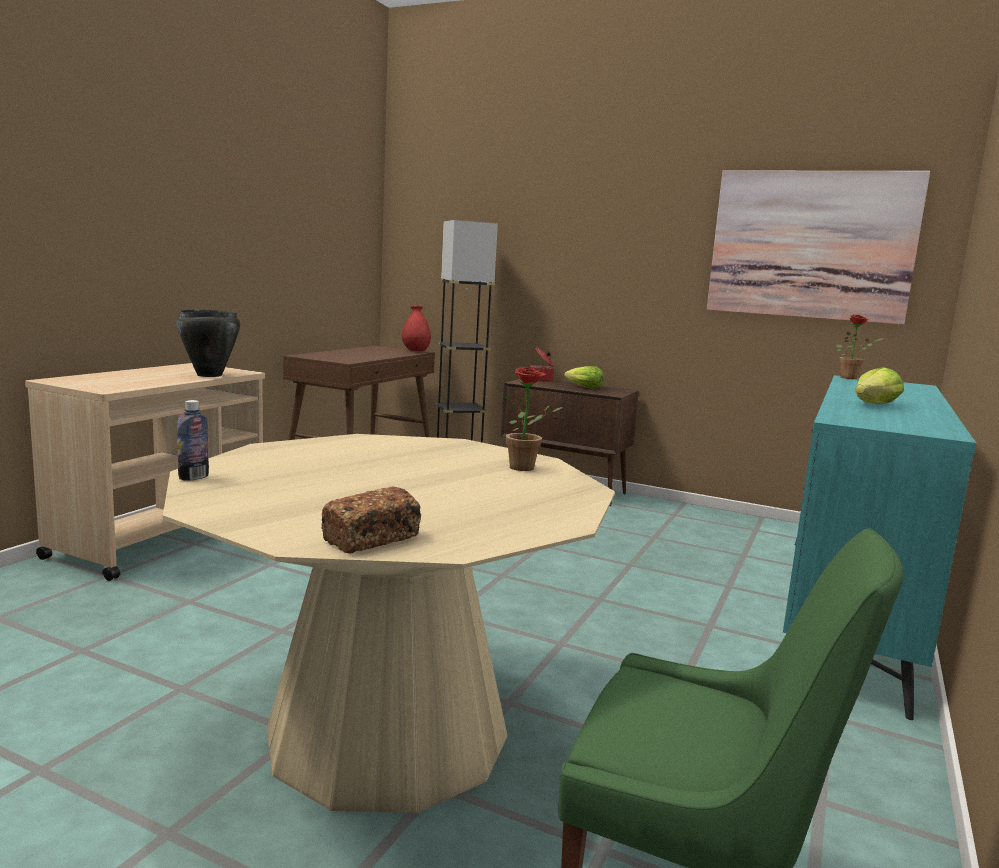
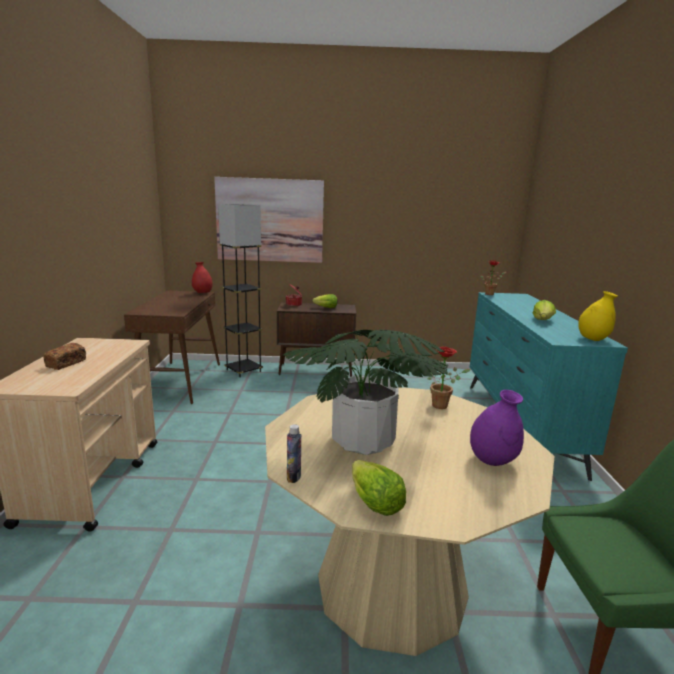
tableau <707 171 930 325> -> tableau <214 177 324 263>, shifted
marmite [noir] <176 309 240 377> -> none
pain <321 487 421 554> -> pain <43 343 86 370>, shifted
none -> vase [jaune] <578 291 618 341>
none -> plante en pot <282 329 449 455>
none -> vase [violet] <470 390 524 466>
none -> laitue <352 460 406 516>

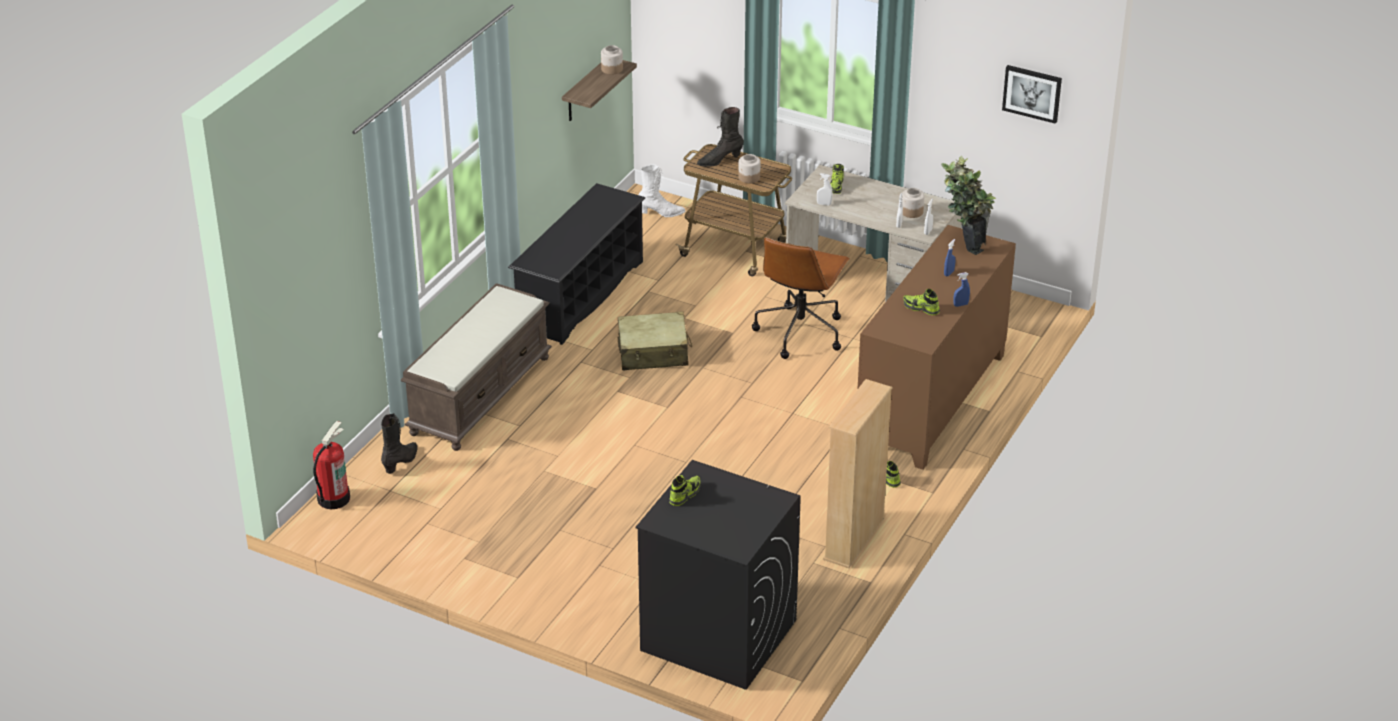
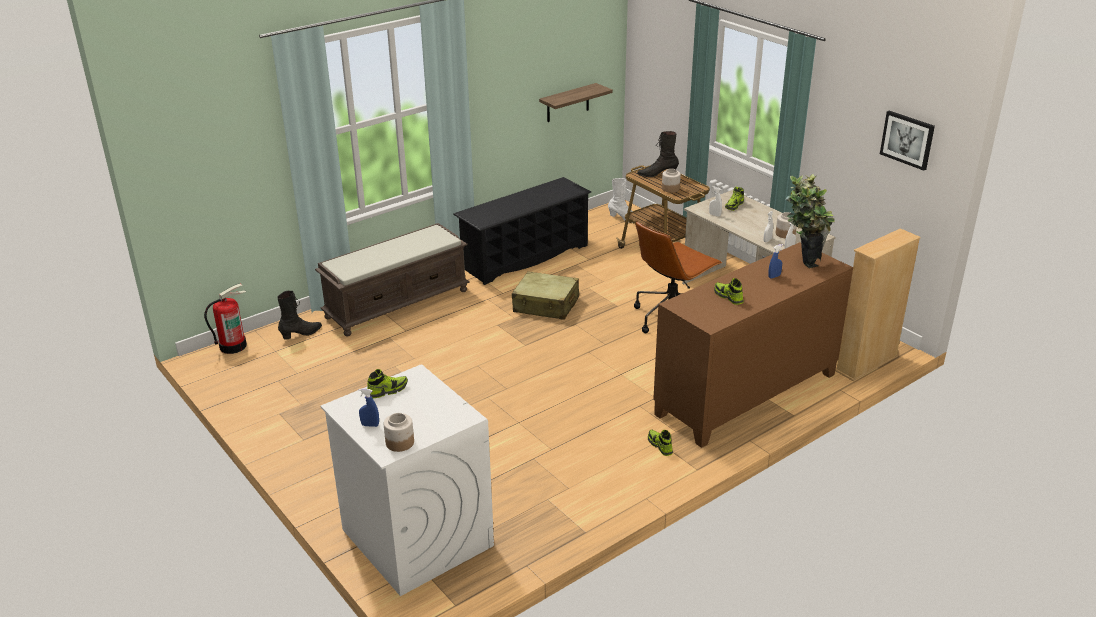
bocal <601 45 623 75> -> bocal <384 413 414 452>, shifted
vaporisateur [bleu] <954 272 970 307> -> vaporisateur [bleu] <359 388 379 427>, shifted
bibliothèque [beige] <823 379 892 568> -> bibliothèque [beige] <835 228 921 381>, shifted
lave-linge [noir] <636 460 801 690> -> lave-linge [blanc] <320 364 494 596>

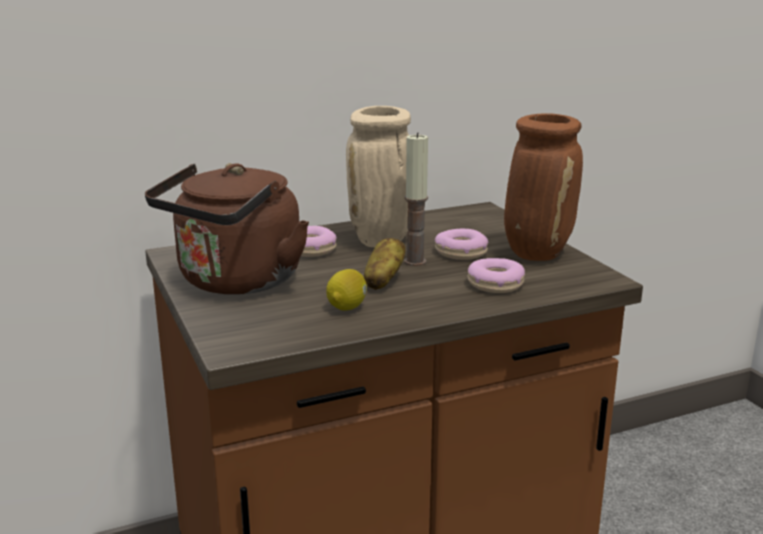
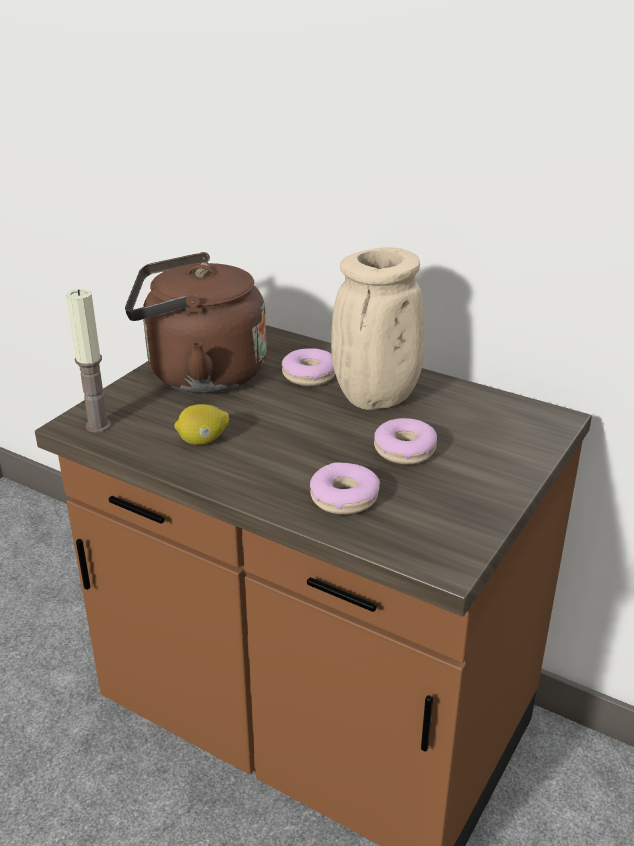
vase [marron] <504 113 583 261> -> none
bougie <404 133 428 266> -> bougie <66 289 111 433>, shifted
pomme de terre <364 238 405 290> -> none

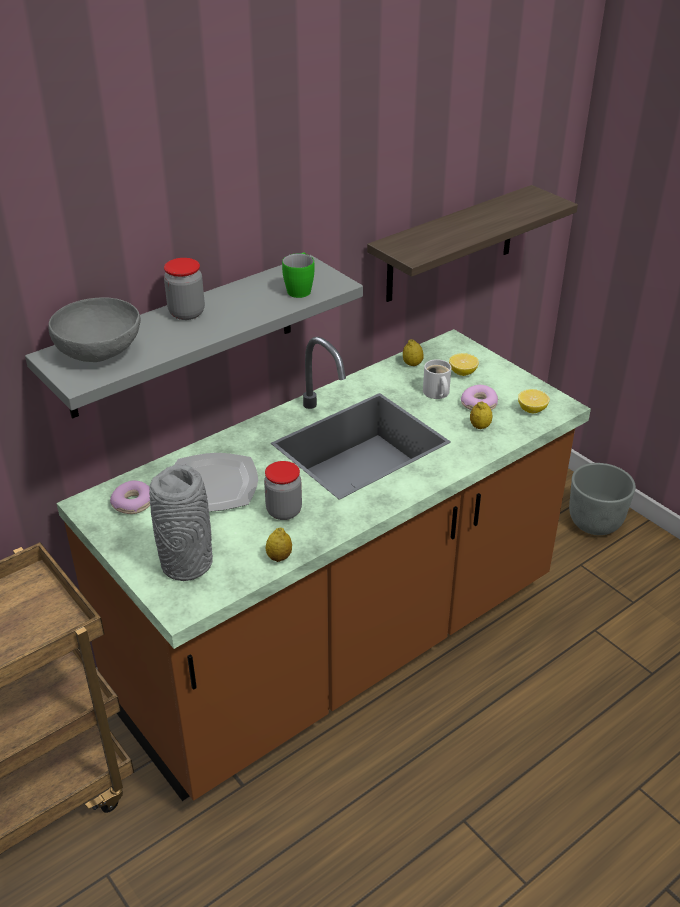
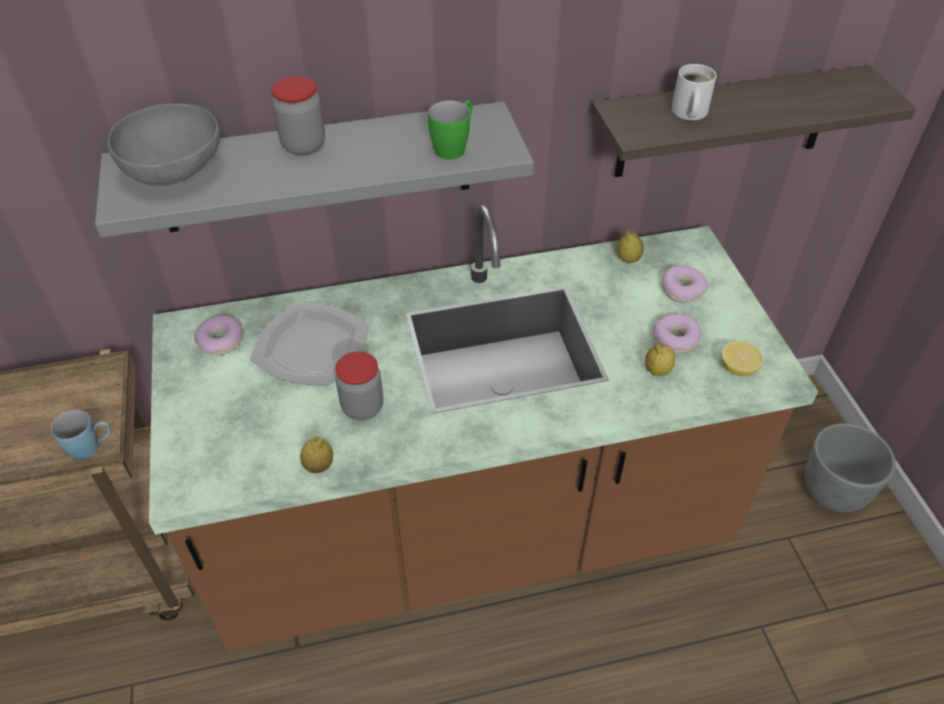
citron <449 353 479 376> -> beignet <662 265 708 302>
mug [blanc] <423 359 451 399> -> mug [blanc] <671 64 717 120>, shifted
vase [gris] <149 465 213 581> -> none
none -> mug [bleu] <51 410 110 460>

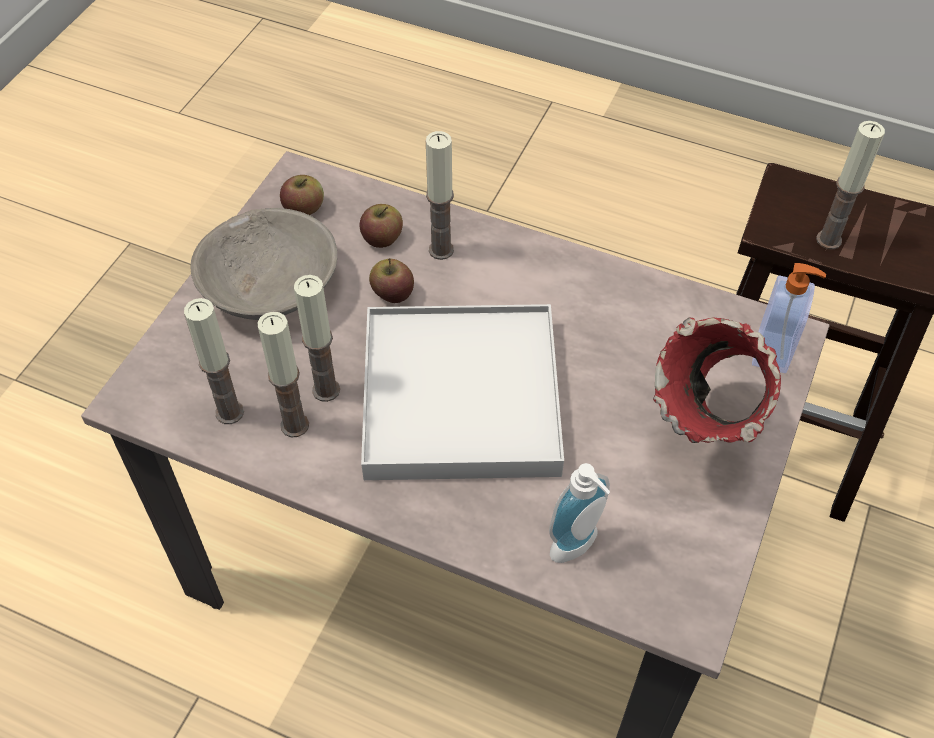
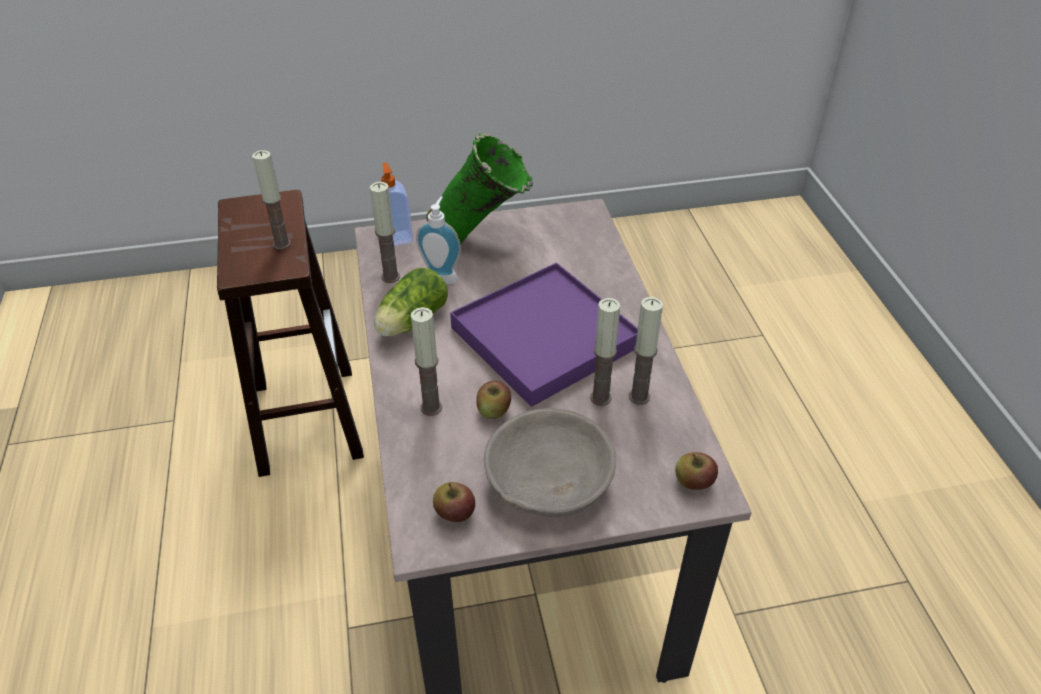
pomme <360 204 403 248> -> pomme <675 452 718 490>, shifted
bougie <184 298 244 424> -> bougie <370 182 400 283>, shifted
plateau [blanc] <361 304 564 480> -> plateau [violet] <450 262 638 407>
vase [rouge] <653 317 781 443> -> vase [vert] <426 133 533 244>
distributeur de savon <549 463 610 563> -> distributeur de savon <416 197 461 284>, shifted
none -> laitue <374 268 448 337>

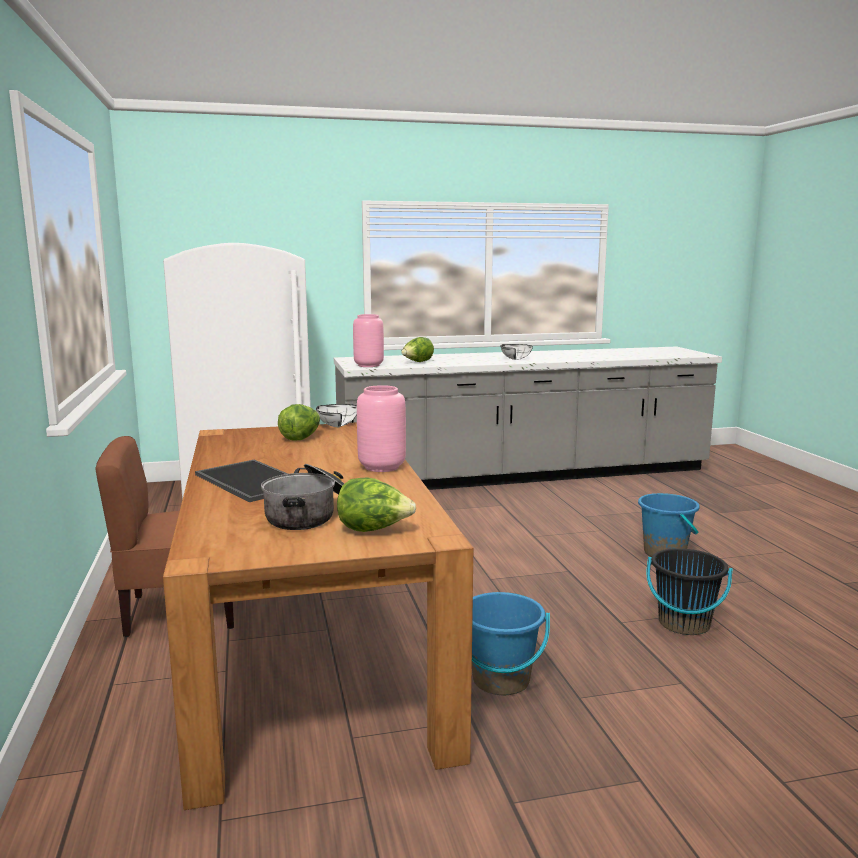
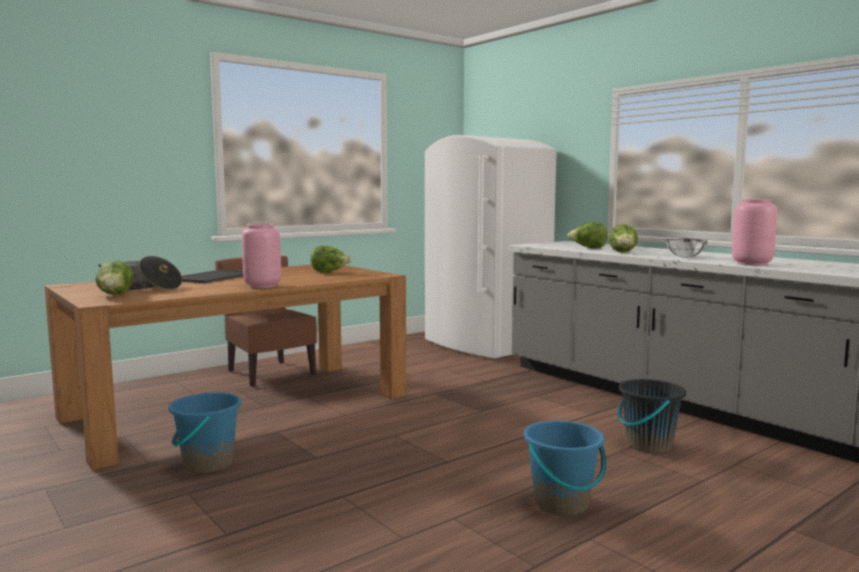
vase [rose] <353 314 384 367> -> vase [rose] <732 199 777 265>, shifted
bol [blanc] <316 404 357 427> -> none
seau [noir] <646 548 732 635> -> seau [noir] <617 379 686 453>, shifted
none -> laitue <609 224 638 252>

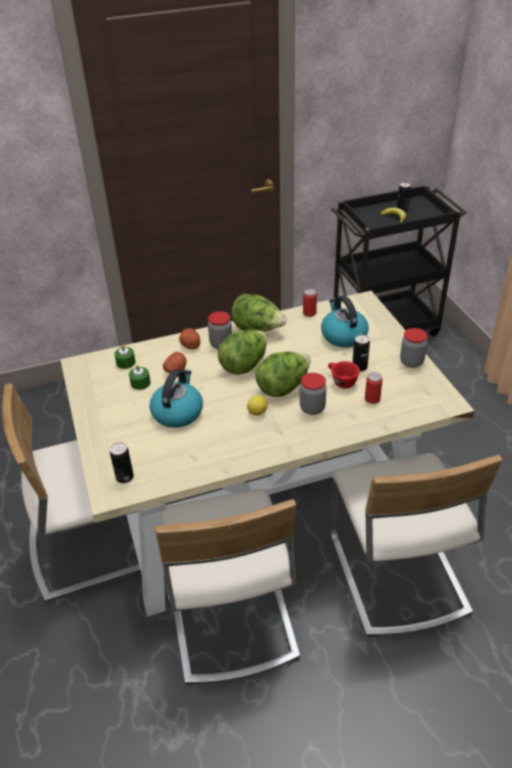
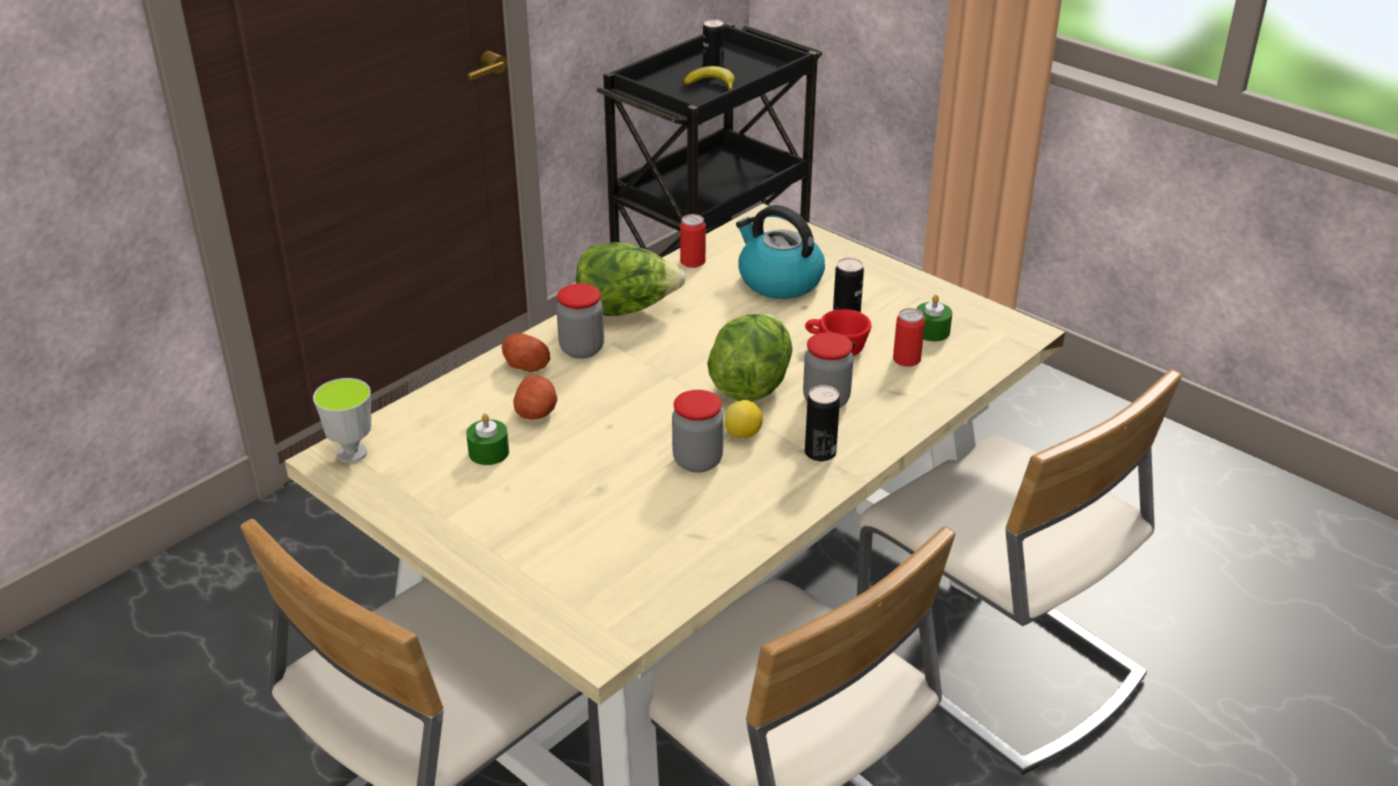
bocal <400 328 428 368> -> bocal <672 390 724 473>, shifted
laitue <218 330 267 375> -> none
bougie [vert] <114 344 136 369> -> bougie [vert] <916 295 952 342>, shifted
bouilloire <150 369 203 428> -> none
boîte métallique <110 442 134 483> -> boîte métallique <805 385 840 461>, shifted
none -> tasse <313 378 371 462>

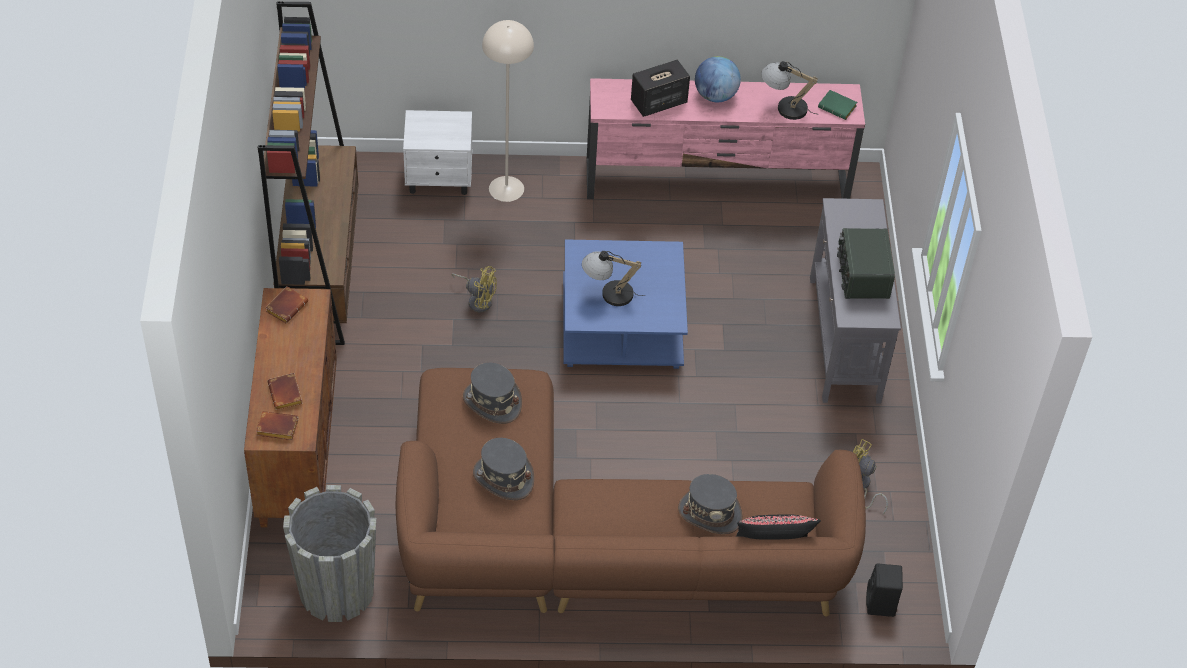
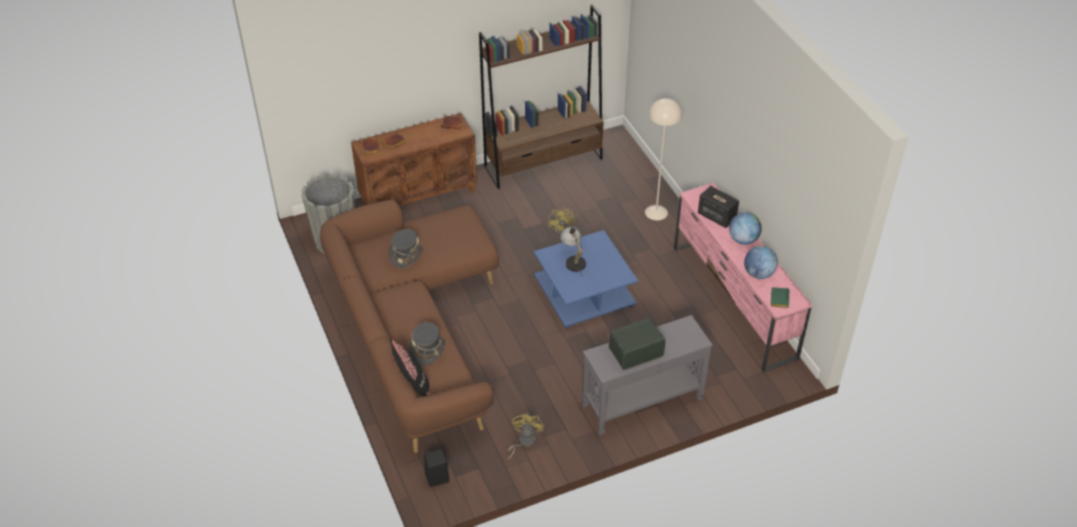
lampe de table <761 61 818 120> -> globe <744 246 778 279>
table de chevet [blanc] <403 110 472 195> -> none
chapeau [gris] <463 363 522 424> -> none

